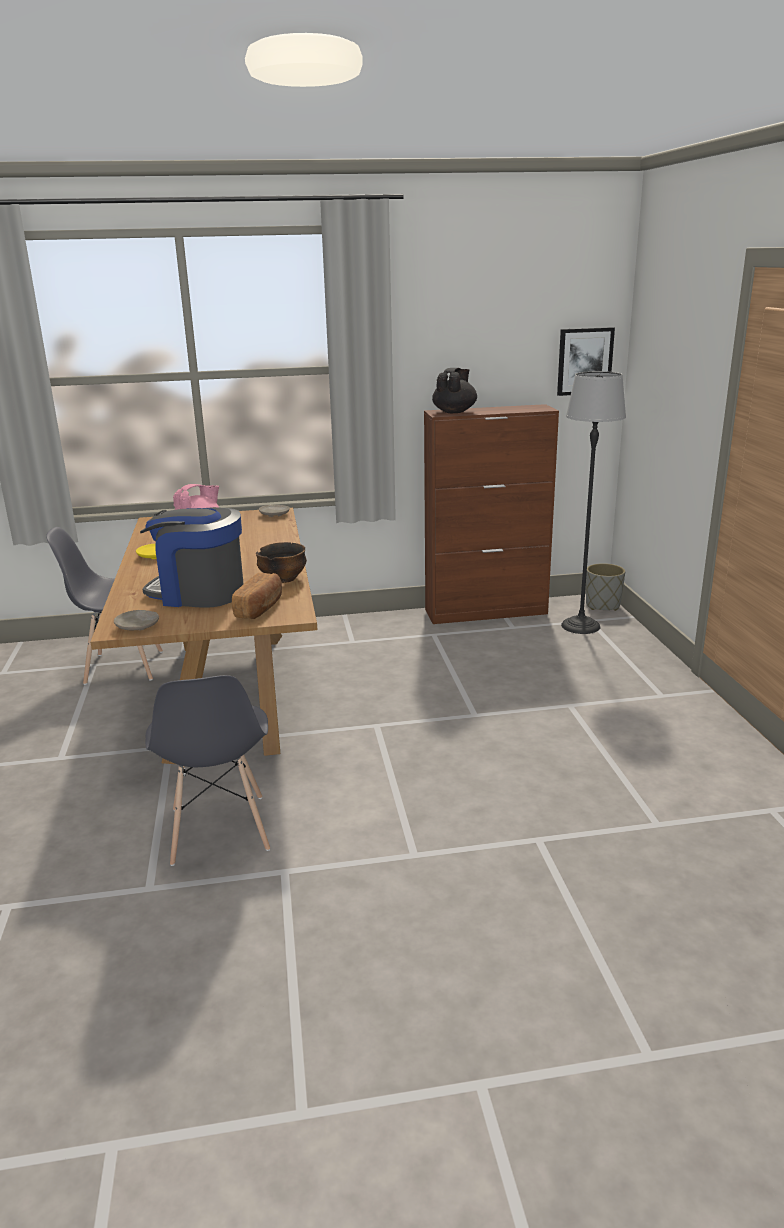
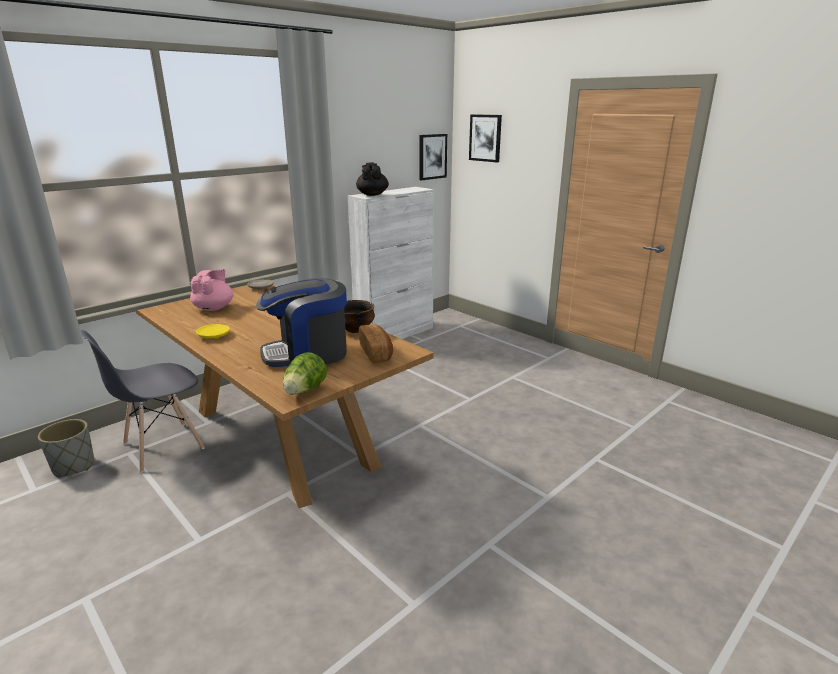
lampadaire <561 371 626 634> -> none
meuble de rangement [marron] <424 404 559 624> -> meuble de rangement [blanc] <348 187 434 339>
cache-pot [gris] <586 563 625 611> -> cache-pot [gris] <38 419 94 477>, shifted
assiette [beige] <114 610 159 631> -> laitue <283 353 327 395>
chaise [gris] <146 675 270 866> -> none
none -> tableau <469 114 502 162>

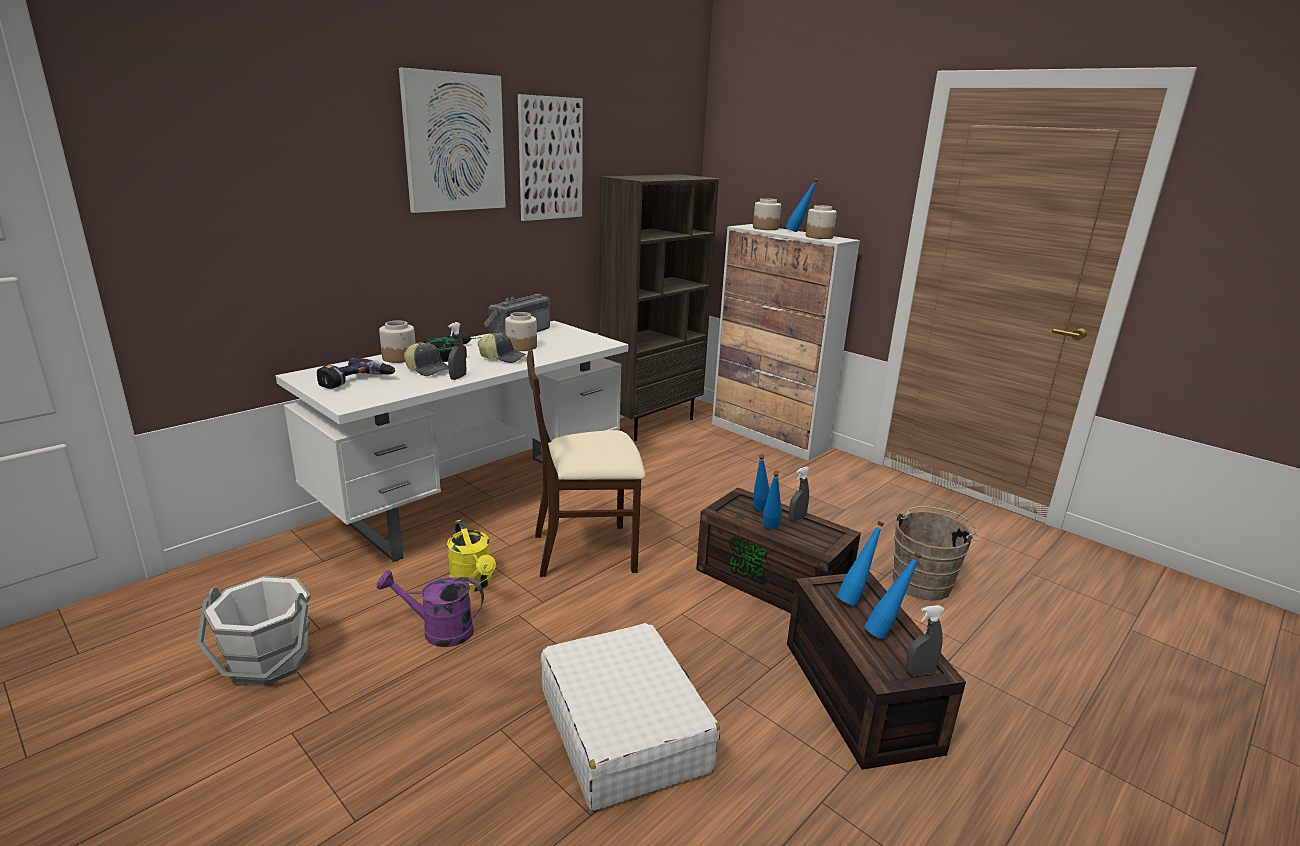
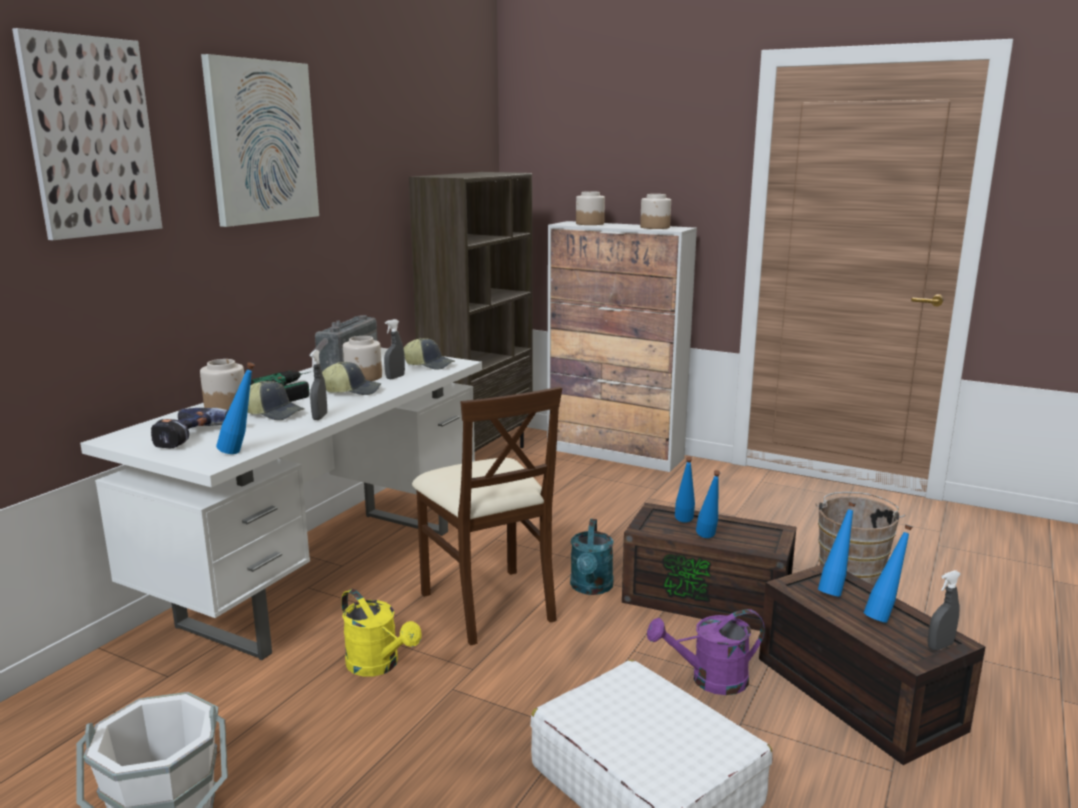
tableau <518 94 583 221> -> tableau <12 28 162 240>, shifted
bouteille [bleu] <786 179 818 232> -> bouteille [bleu] <216 362 255 454>, shifted
chaise [beige] <527 350 645 577> -> chaise [beige] <412 386 562 646>, 90 degrees counterclockwise
vaporisateur [gris] <789 467 810 522> -> vaporisateur [gris] <384 319 405 379>, shifted
arrosoir [violet] <377 570 484 647> -> arrosoir [violet] <647 609 765 695>, shifted
none -> casquette <403 338 455 370>
none -> arrosoir [turquoise] <570 519 613 595>

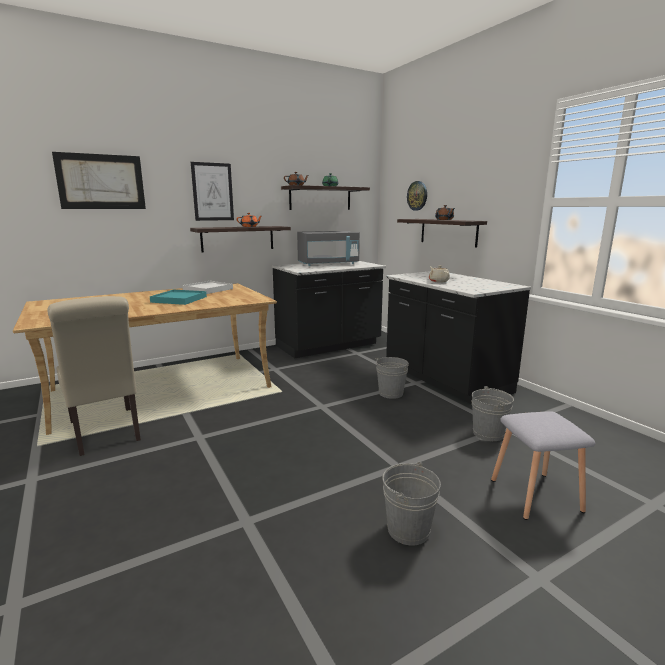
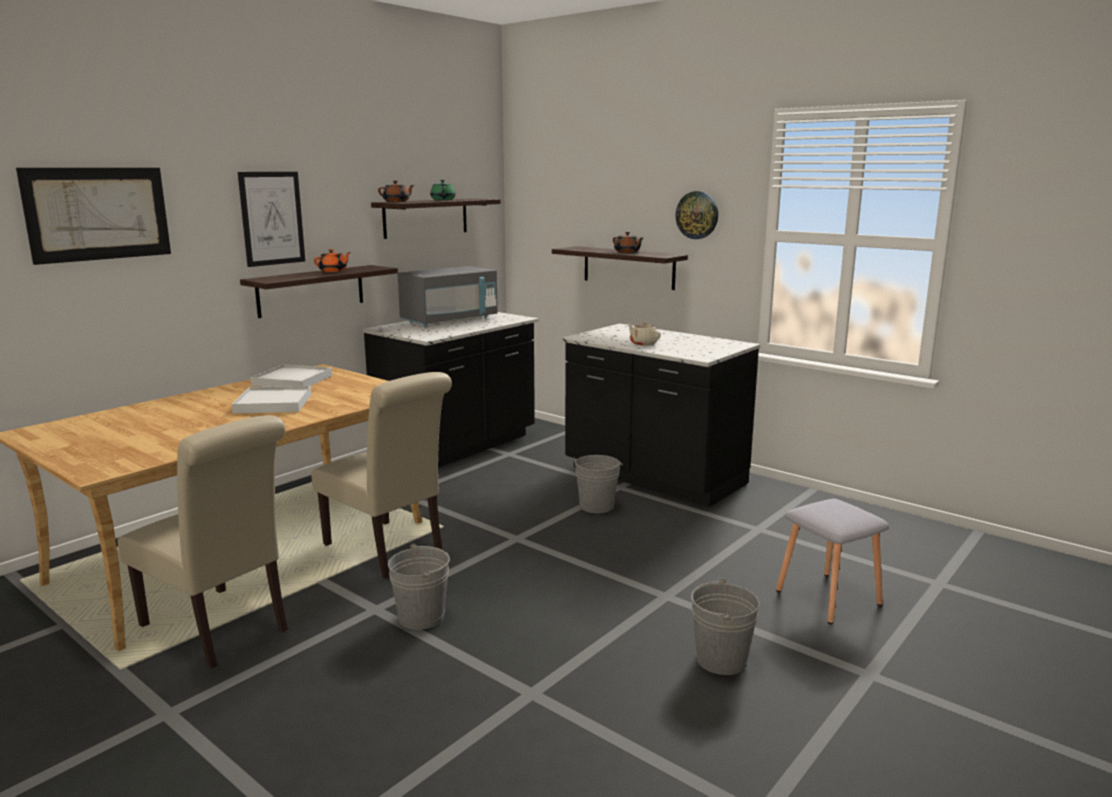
horloge murale <407 181 427 211> -> horloge murale <675 191 718 239>, shifted
plateau [turquoise] <150 290 207 305> -> plateau [blanc] <232 386 312 414>
seau [gris] <472 386 514 441> -> seau [gris] <388 544 450 630>, shifted
none -> chaise [beige] <311 372 452 579>

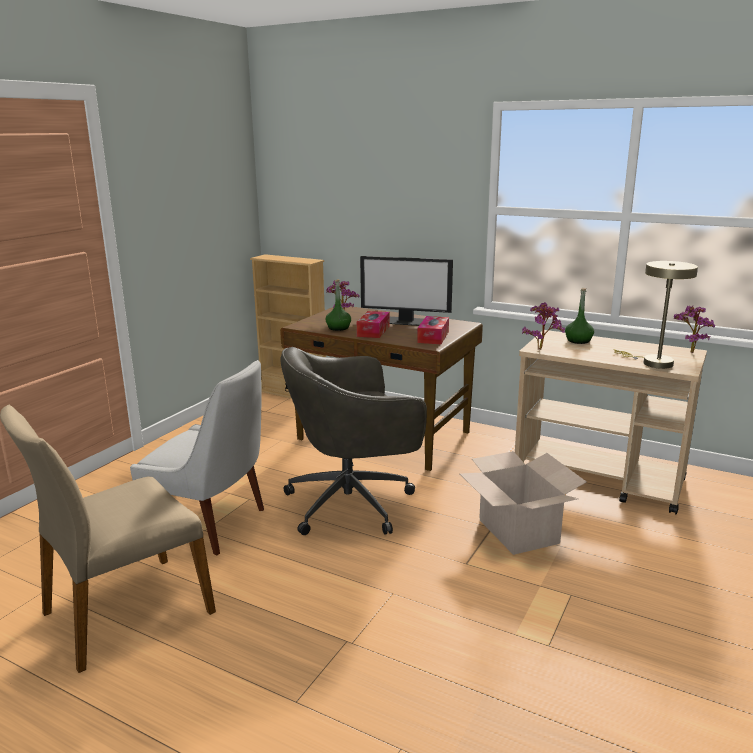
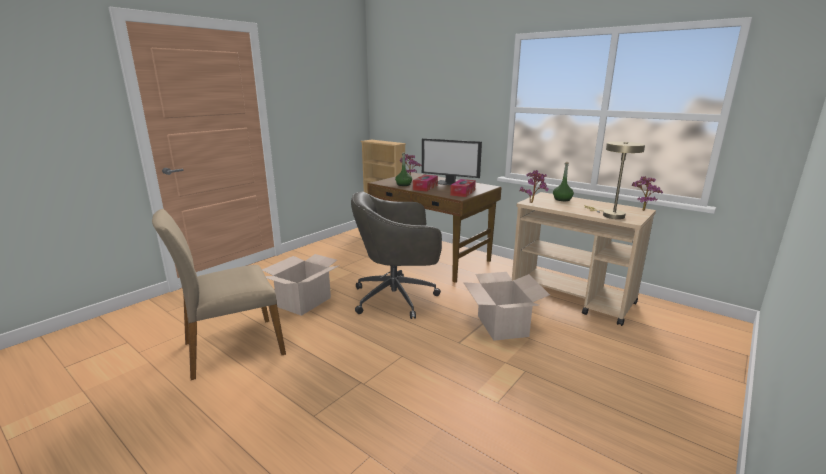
chaise [blanc] <130 360 264 556> -> carton <262 254 340 316>

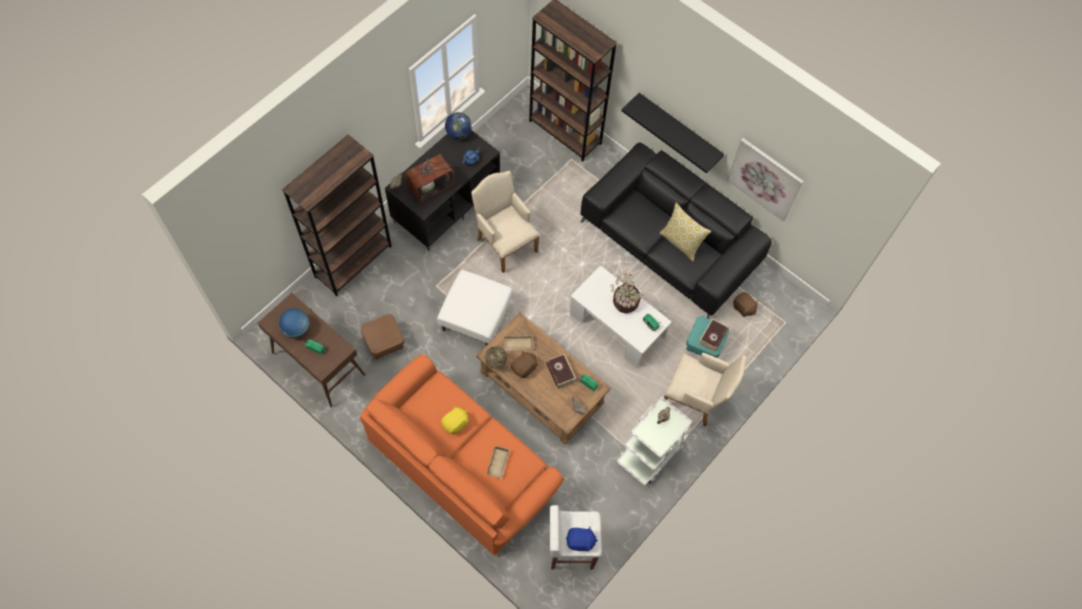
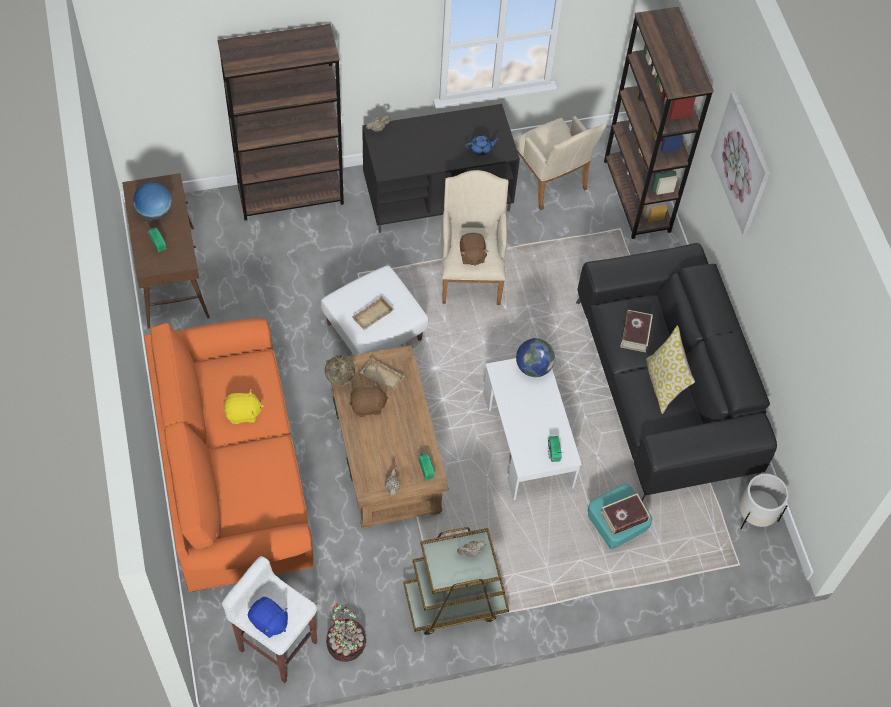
étagère [noir] <622 93 724 173> -> none
globe <445 112 472 140> -> globe <516 338 555 377>, shifted
tableau <727 138 804 221> -> tableau <711 91 770 235>, shifted
téléviseur <405 149 454 202> -> none
plante en pot <610 273 641 313> -> plante en pot <326 603 366 662>, shifted
peluche [marron] <733 292 758 317> -> peluche [marron] <460 233 489 266>, shifted
pouf [marron] <361 314 404 360> -> none
fauteuil [beige] <663 353 746 426> -> fauteuil [beige] <514 116 606 210>, shifted
livre <546 354 576 389> -> livre <621 310 653 352>, shifted
chariot [blanc] <617 397 692 486> -> chariot [marron] <403 527 509 635>
plateau [beige] <486 446 510 479> -> plateau [beige] <352 296 394 330>, shifted
none -> cache-pot [blanc] <739 474 789 529>

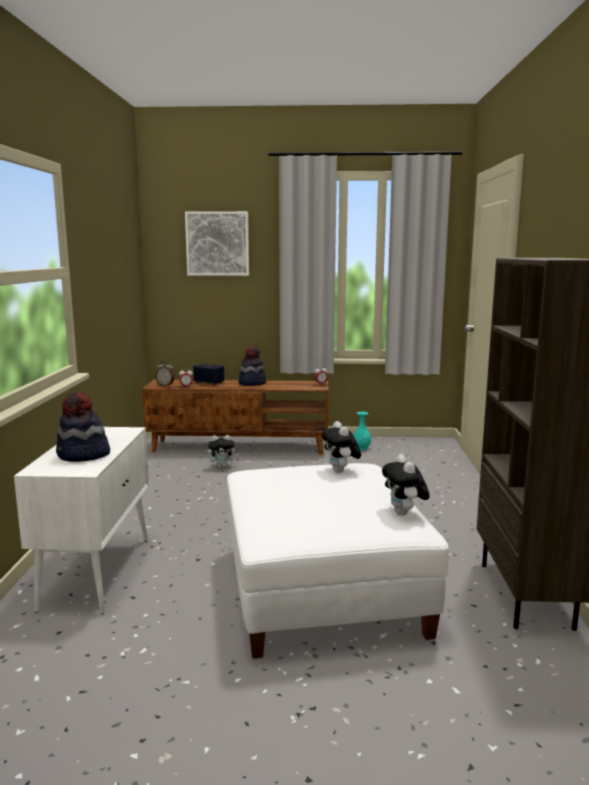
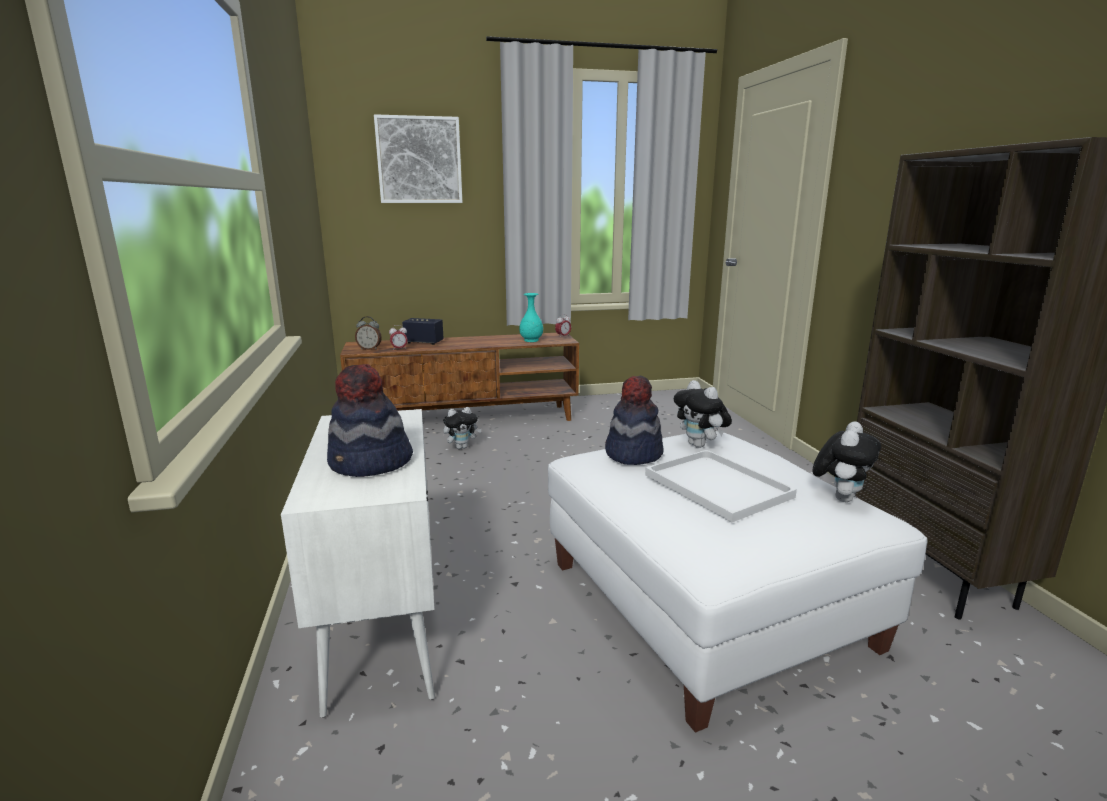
chapeau <239 346 266 386> -> chapeau <605 376 664 465>, shifted
vase [turquoise] <353 412 371 450> -> vase [turquoise] <519 293 543 342>, shifted
peluche <382 454 430 516> -> peluche <812 421 881 502>, 120 degrees counterclockwise
none -> plateau [blanc] <645 450 797 523>

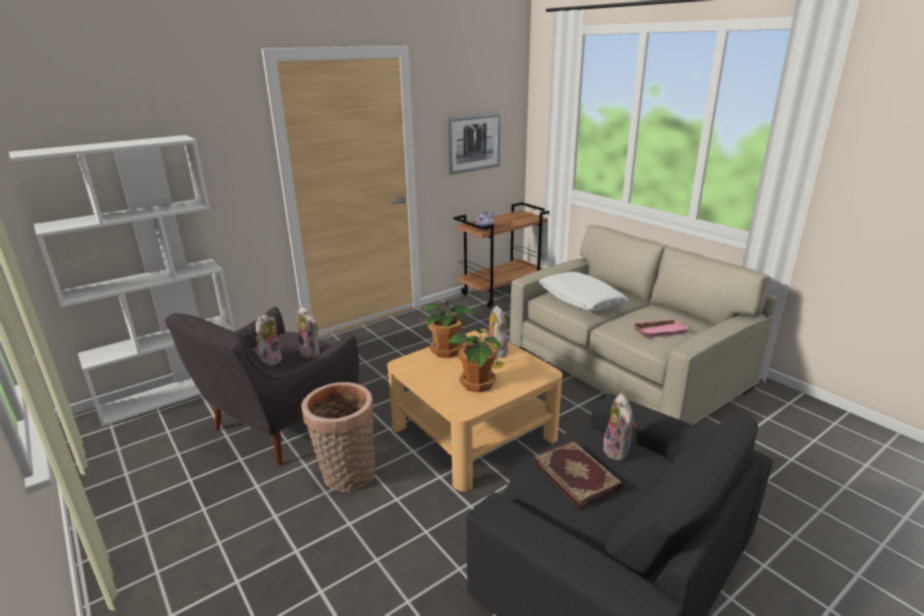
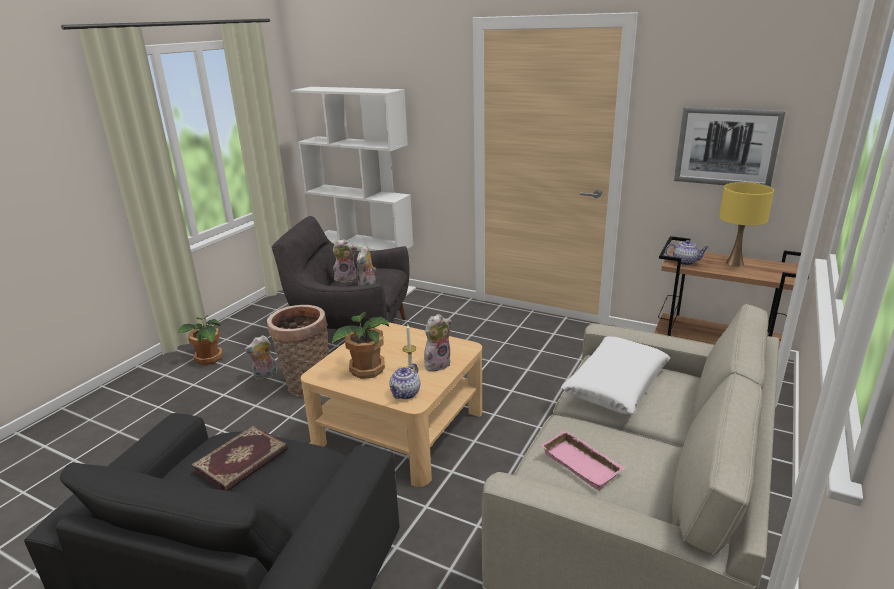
plante en pot <423 301 474 358> -> plante en pot <177 315 223 365>, shifted
peluche <603 393 636 461> -> peluche <244 335 277 380>, shifted
none -> lampe de table [jaune] <719 182 774 267>
none -> théière <389 363 420 399>

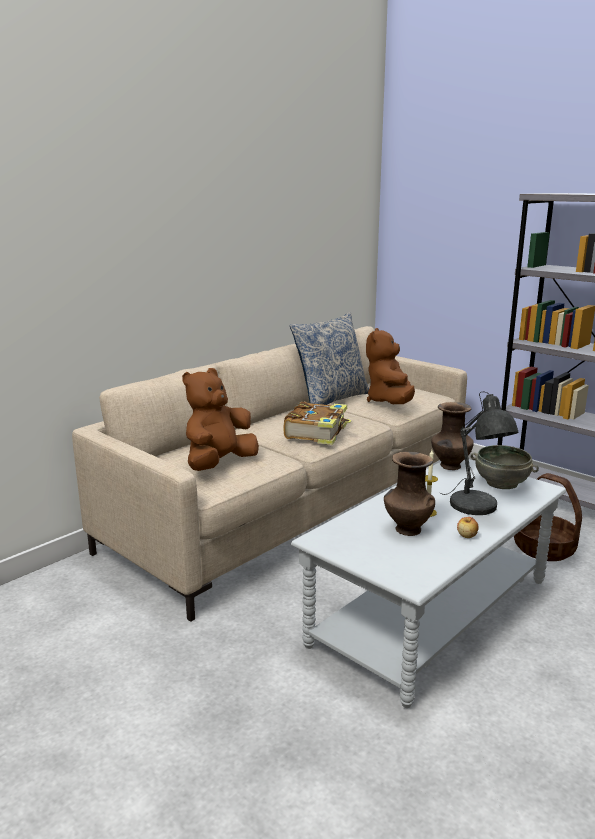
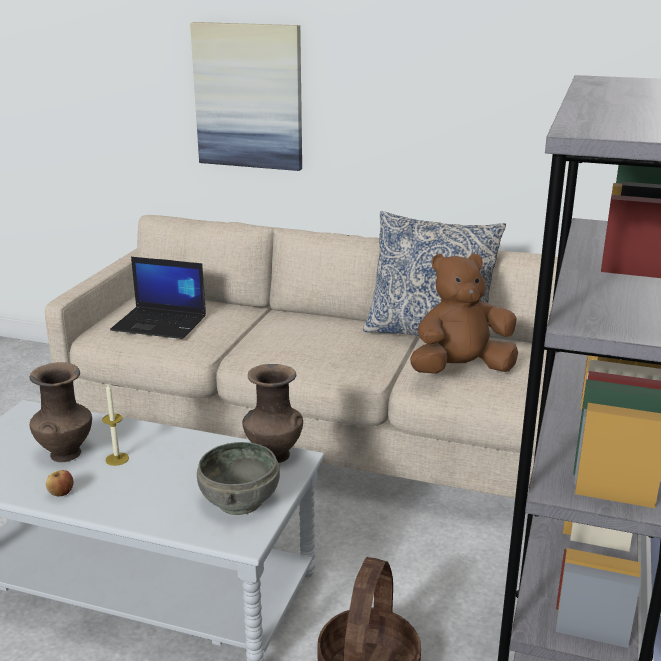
peluche [marron] <182 368 259 471> -> ordinateur portable <110 257 206 339>
lampe de table [gris] <440 392 519 515> -> none
livre <284 402 351 445> -> none
none -> tableau <190 22 302 171>

